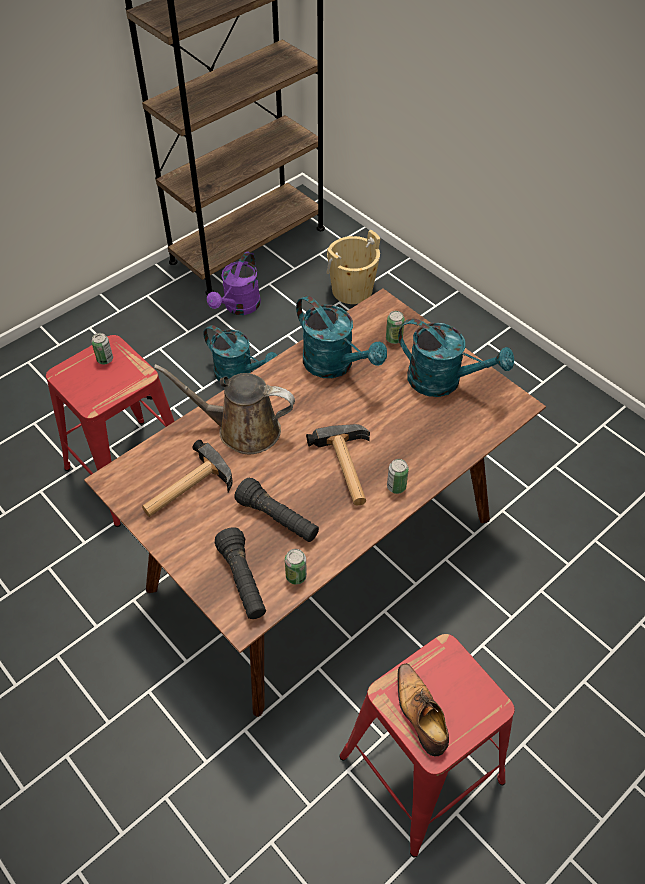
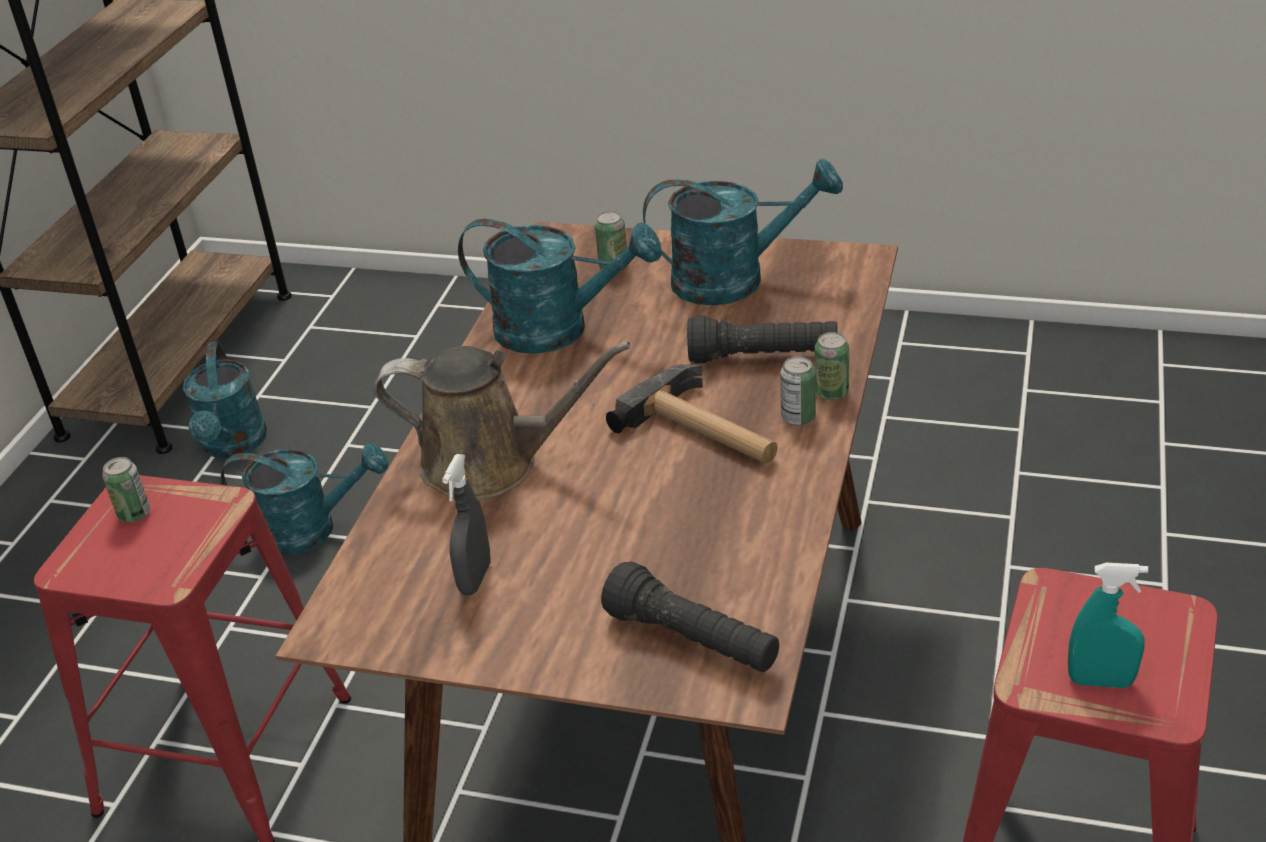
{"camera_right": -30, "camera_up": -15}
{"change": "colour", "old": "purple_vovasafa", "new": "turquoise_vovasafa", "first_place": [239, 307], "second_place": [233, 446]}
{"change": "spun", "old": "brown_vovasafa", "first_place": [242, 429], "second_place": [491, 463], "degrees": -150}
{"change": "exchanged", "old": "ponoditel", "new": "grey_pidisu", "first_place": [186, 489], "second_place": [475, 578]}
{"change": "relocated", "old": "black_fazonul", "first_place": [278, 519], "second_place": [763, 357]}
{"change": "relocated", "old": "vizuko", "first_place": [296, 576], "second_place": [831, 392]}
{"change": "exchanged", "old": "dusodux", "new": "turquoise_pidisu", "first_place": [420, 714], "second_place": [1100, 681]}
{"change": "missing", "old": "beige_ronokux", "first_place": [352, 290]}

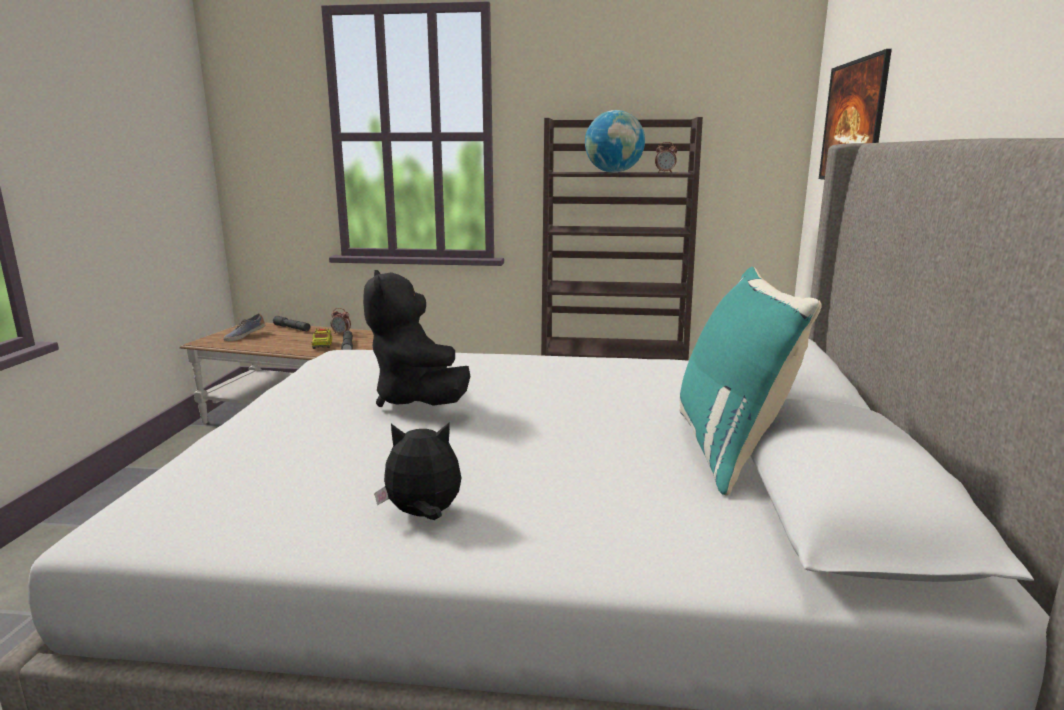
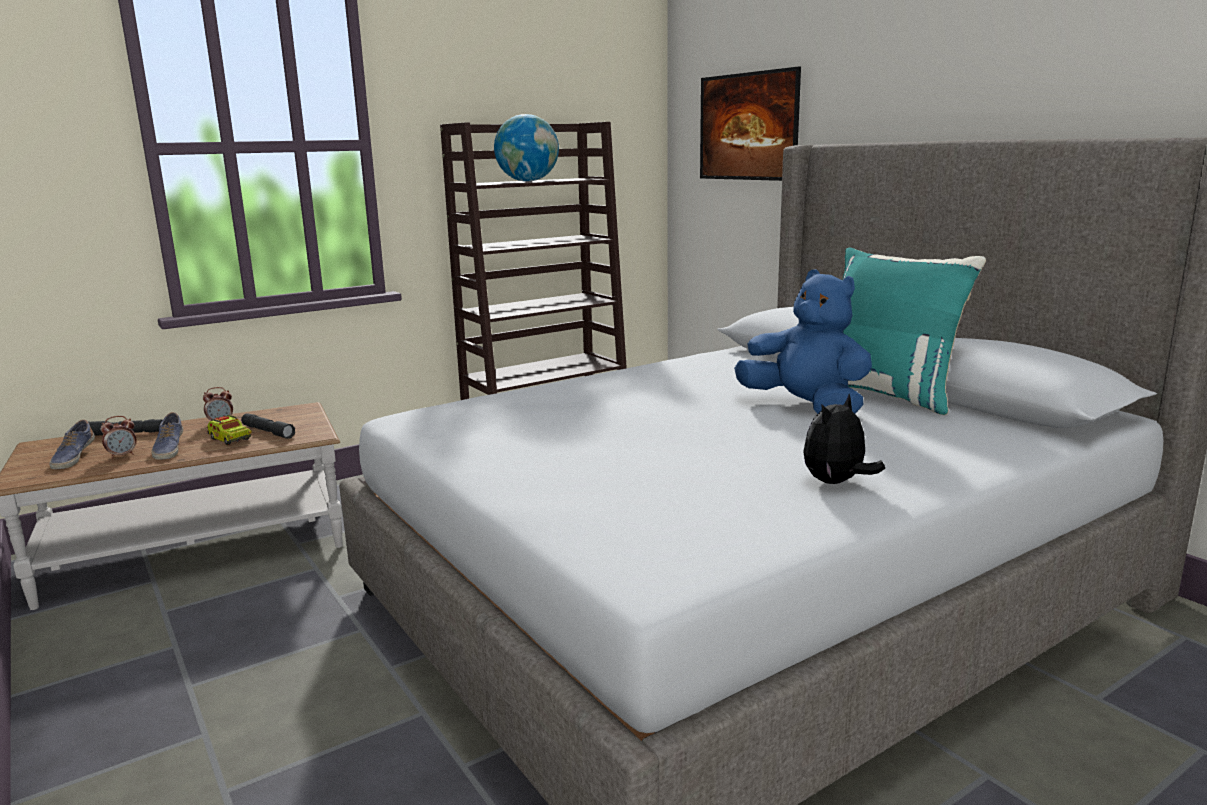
{"camera_right": -40, "camera_up": 0}
{"change": "relocated", "old": "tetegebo", "first_place": [665, 172], "second_place": [122, 455]}
{"change": "appeared", "new": "dusodux", "second_place": [169, 449]}
{"change": "appeared", "new": "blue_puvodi", "second_place": [806, 408]}
{"change": "missing", "old": "black_puvodi", "first_place": [418, 401]}

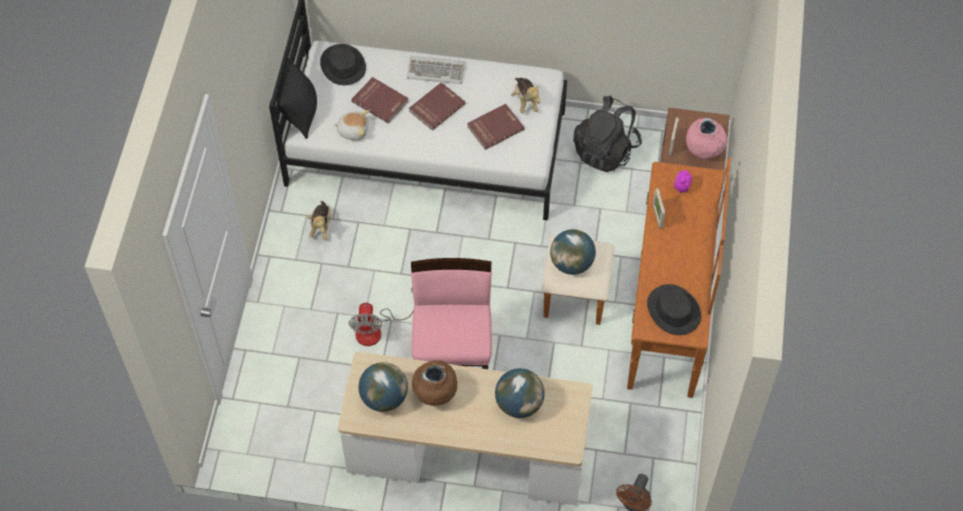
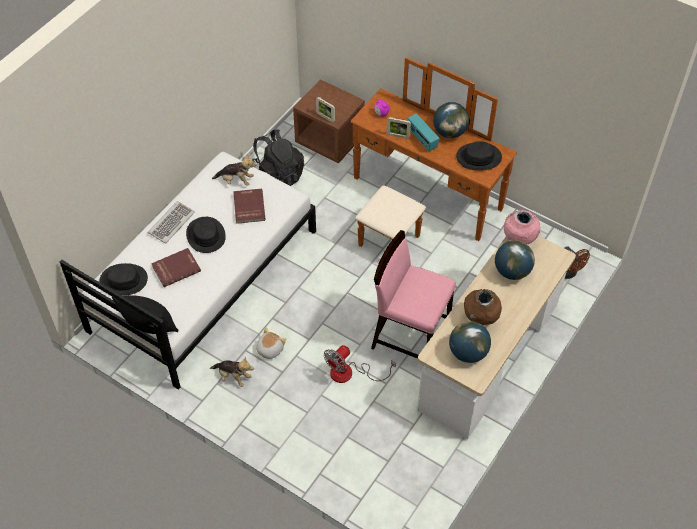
{"camera_right": -65, "camera_up": -5}
{"change": "exchanged", "old": "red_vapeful", "new": "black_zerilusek", "first_place": [436, 107], "second_place": [205, 235]}
{"change": "relocated", "old": "puvodi", "first_place": [353, 130], "second_place": [269, 349]}
{"change": "spun", "old": "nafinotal", "first_place": [376, 329], "second_place": [350, 373], "degrees": 105}
{"change": "appeared", "new": "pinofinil", "second_place": [422, 139]}
{"change": "relocated", "old": "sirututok", "first_place": [571, 263], "second_place": [449, 132]}
{"change": "relocated", "old": "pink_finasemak", "first_place": [703, 152], "second_place": [519, 240]}

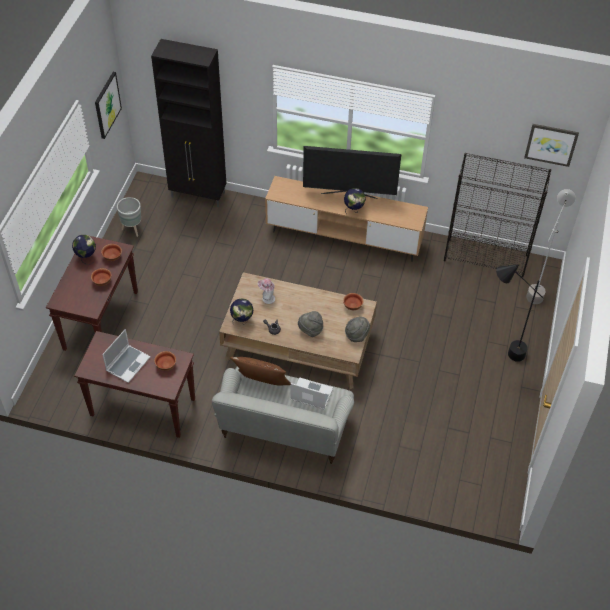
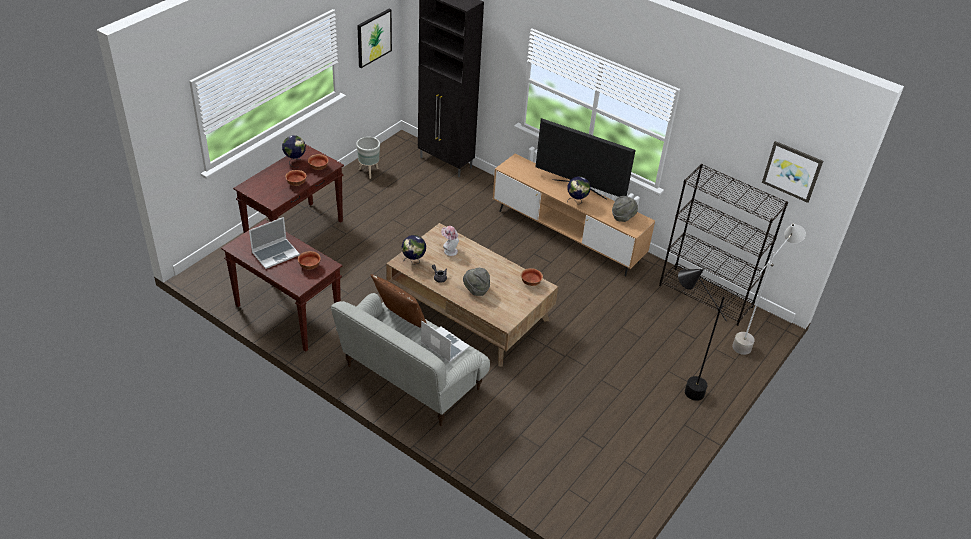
{"camera_right": 20, "camera_up": -10}
{"change": "relocated", "old": "grey_zerilusek", "first_place": [356, 335], "second_place": [623, 217]}

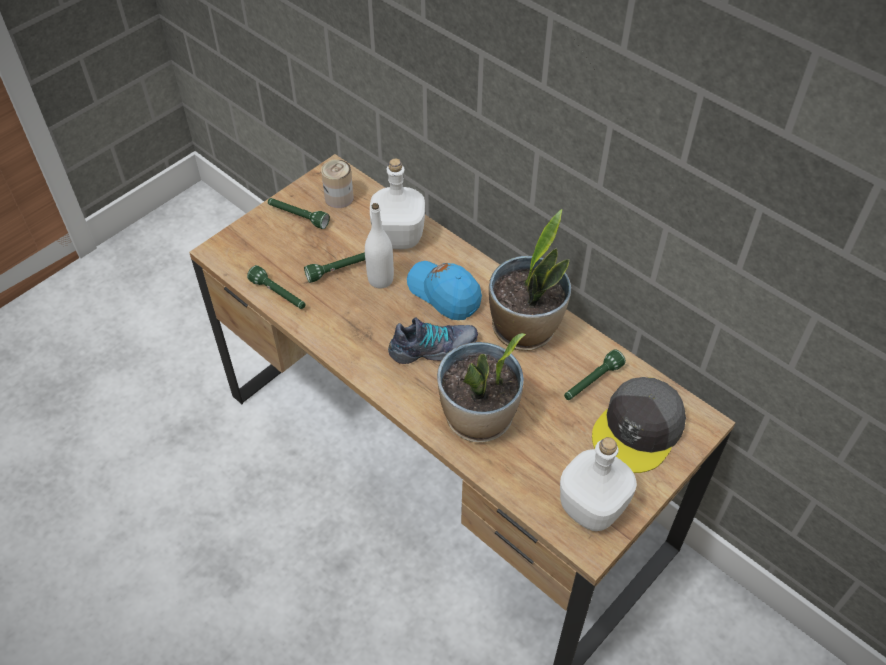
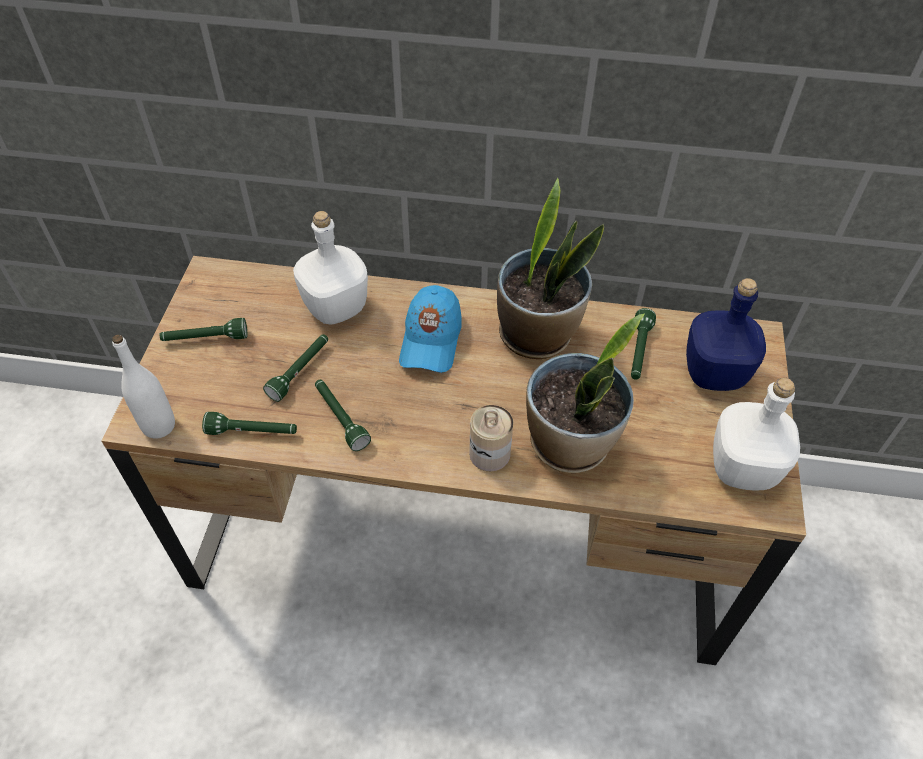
{"camera_right": -35, "camera_up": 0}
{"change": "relocated", "old": "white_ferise", "first_place": [380, 279], "second_place": [159, 426]}
{"change": "appeared", "new": "green_fazonul", "second_place": [340, 418]}
{"change": "spun", "old": "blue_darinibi", "first_place": [444, 294], "second_place": [431, 340], "degrees": -90}
{"change": "relocated", "old": "vizuko", "first_place": [339, 198], "second_place": [489, 453]}
{"change": "exchanged", "old": "grey_darinibi", "new": "blue_ferise", "first_place": [638, 430], "second_place": [715, 373]}
{"change": "missing", "old": "dusodux", "first_place": [433, 349]}

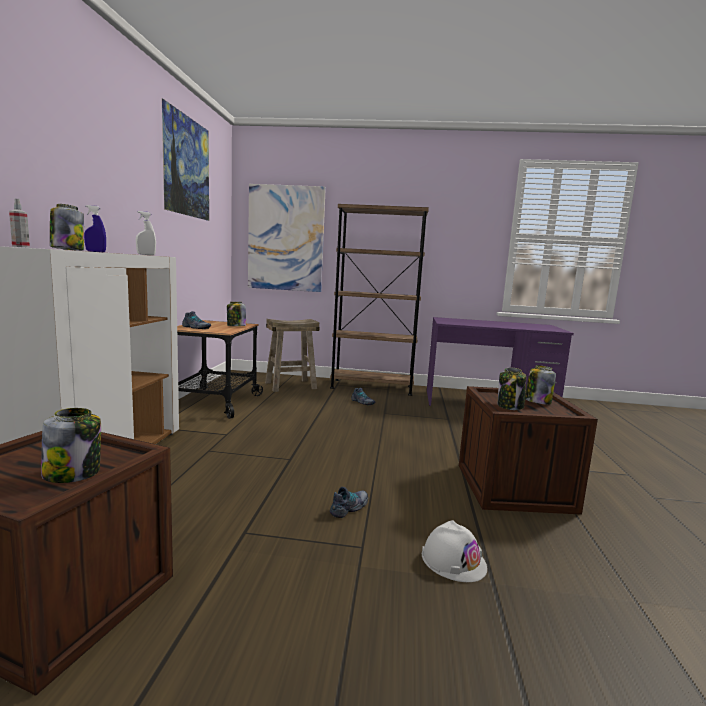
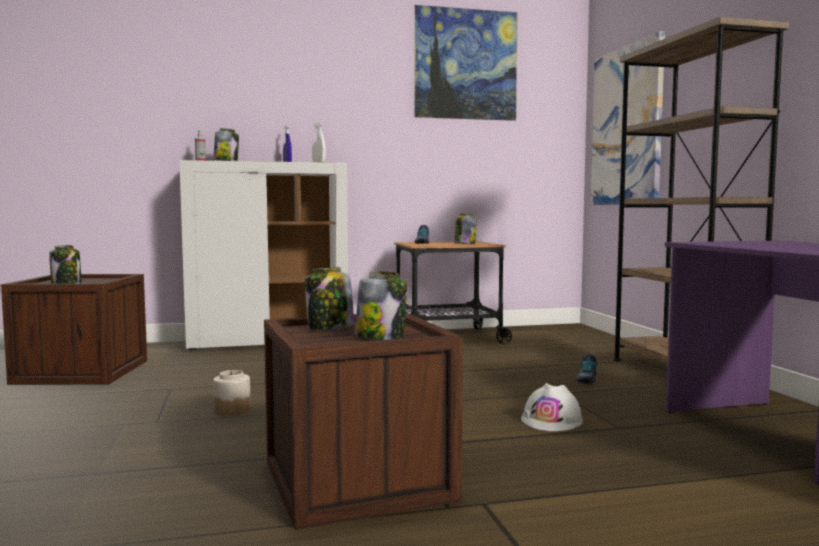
{"camera_right": 70, "camera_up": -5}
{"change": "exchanged", "old": "dusodux", "new": "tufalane", "first_place": [350, 508], "second_place": [232, 410]}
{"change": "relocated", "old": "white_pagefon", "first_place": [453, 560], "second_place": [552, 420]}
{"change": "missing", "old": "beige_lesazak", "first_place": [290, 386]}

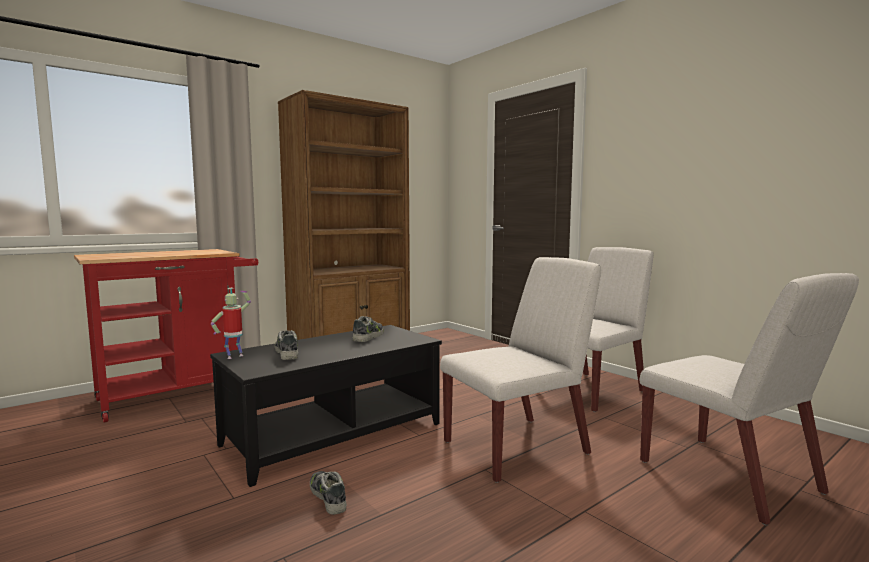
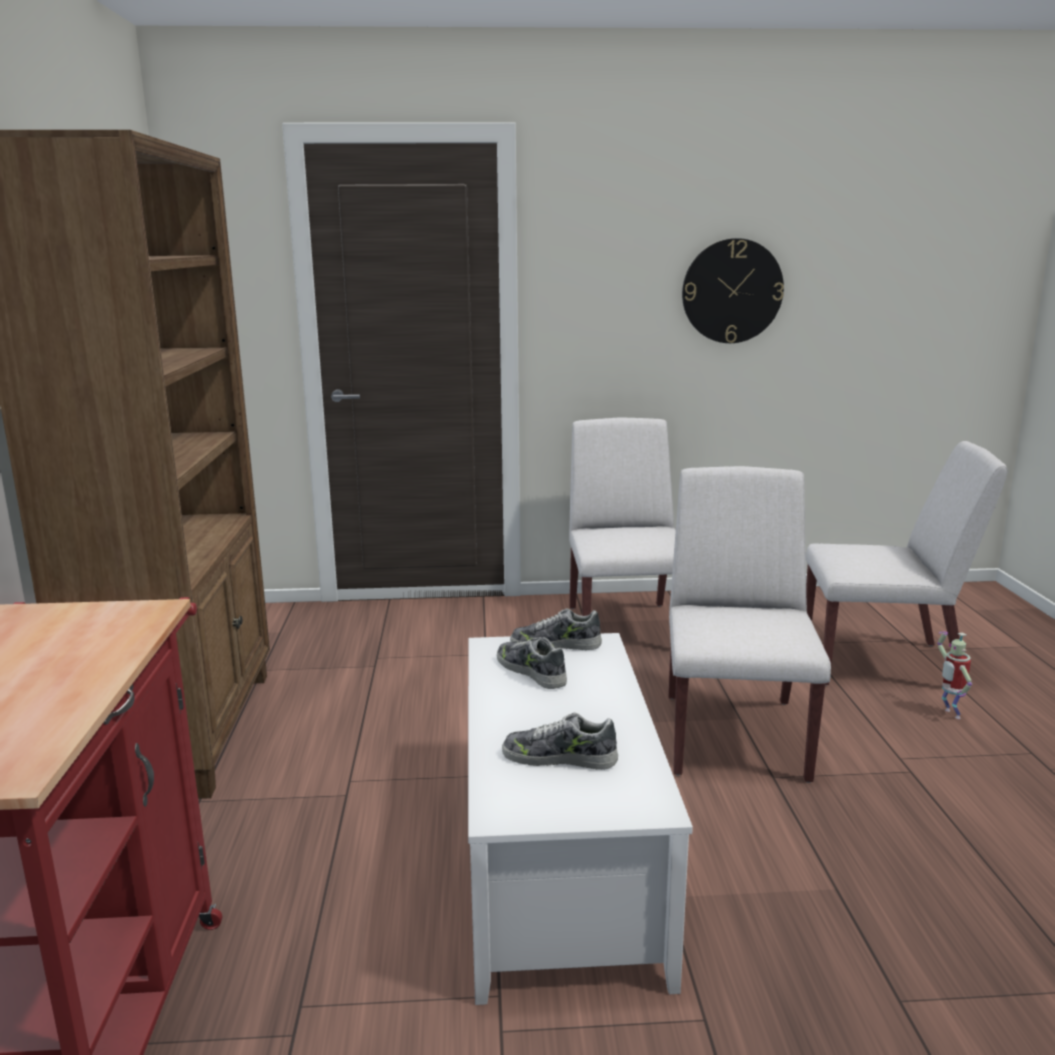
{"camera_right": -55, "camera_up": 10}
{"change": "colour", "old": "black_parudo", "new": "white_parudo", "first_place": [334, 435], "second_place": [561, 858]}
{"change": "relocated", "old": "dusodux", "first_place": [328, 497], "second_place": [555, 645]}
{"change": "appeared", "new": "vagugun", "second_place": [732, 291]}
{"change": "relocated", "old": "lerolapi", "first_place": [234, 356], "second_place": [949, 714]}

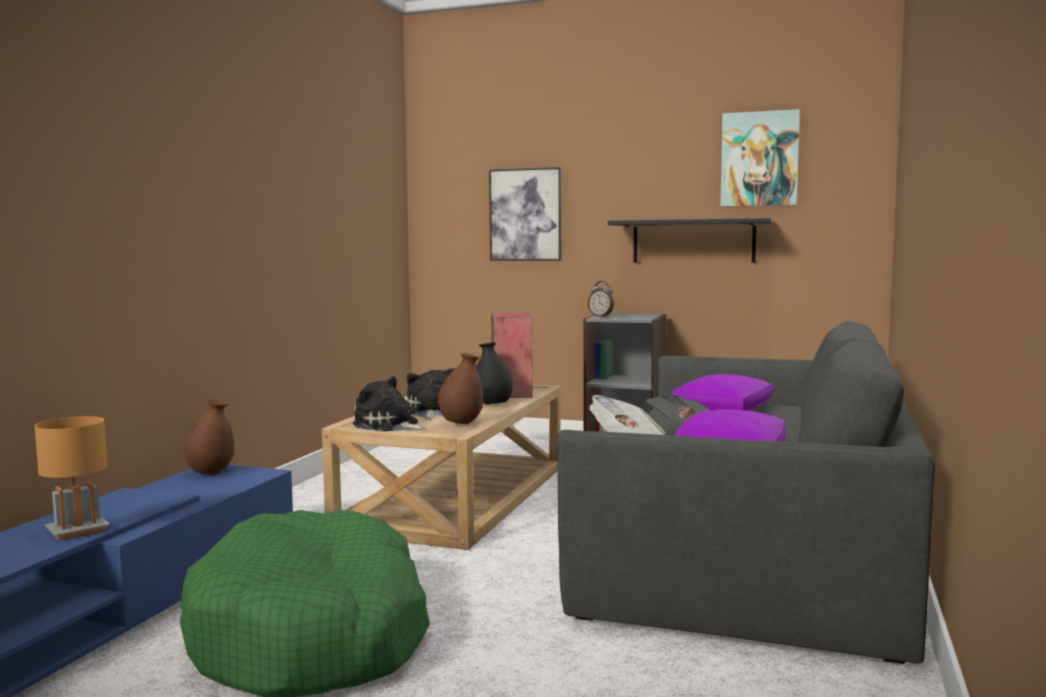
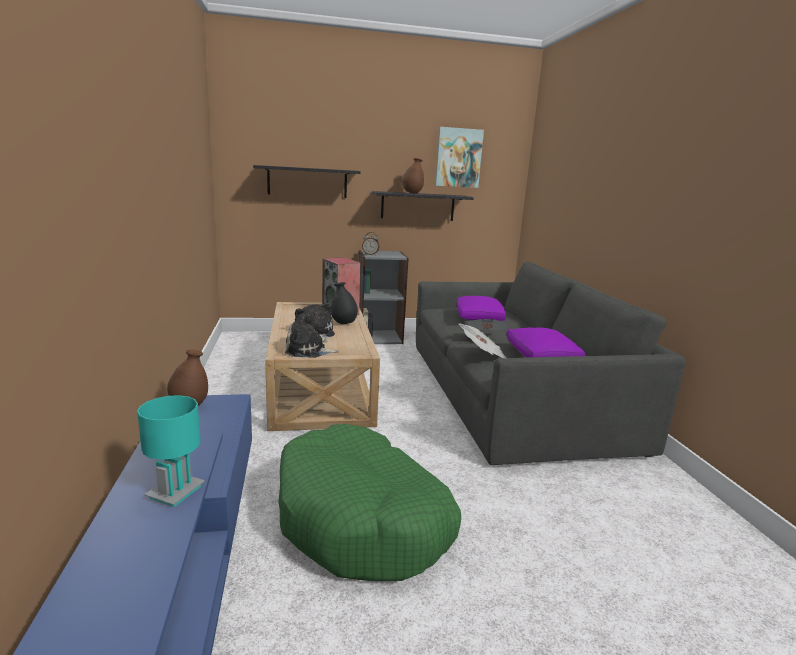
{"camera_right": -30, "camera_up": 10}
{"change": "colour", "old": "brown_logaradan", "new": "turquoise_logaradan", "first_place": [78, 531], "second_place": [176, 492]}
{"change": "exchanged", "old": "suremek", "new": "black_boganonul", "first_place": [525, 214], "second_place": [307, 182]}
{"change": "relocated", "old": "brown_finasemak", "first_place": [461, 423], "second_place": [412, 193]}

